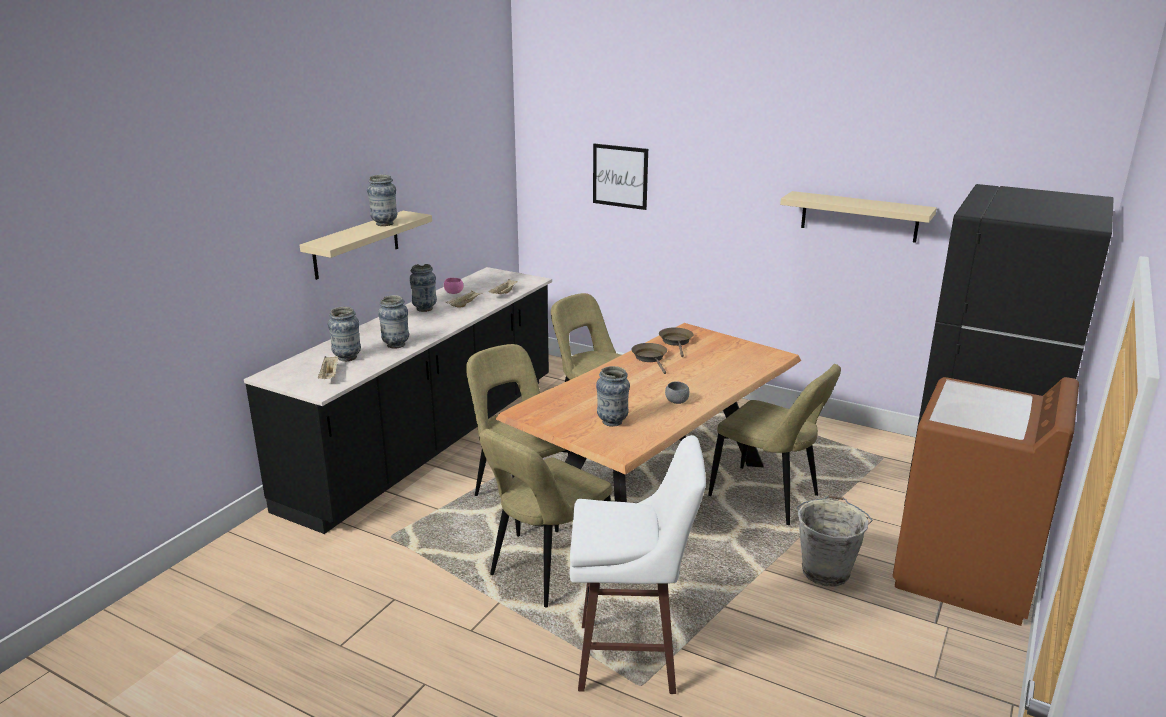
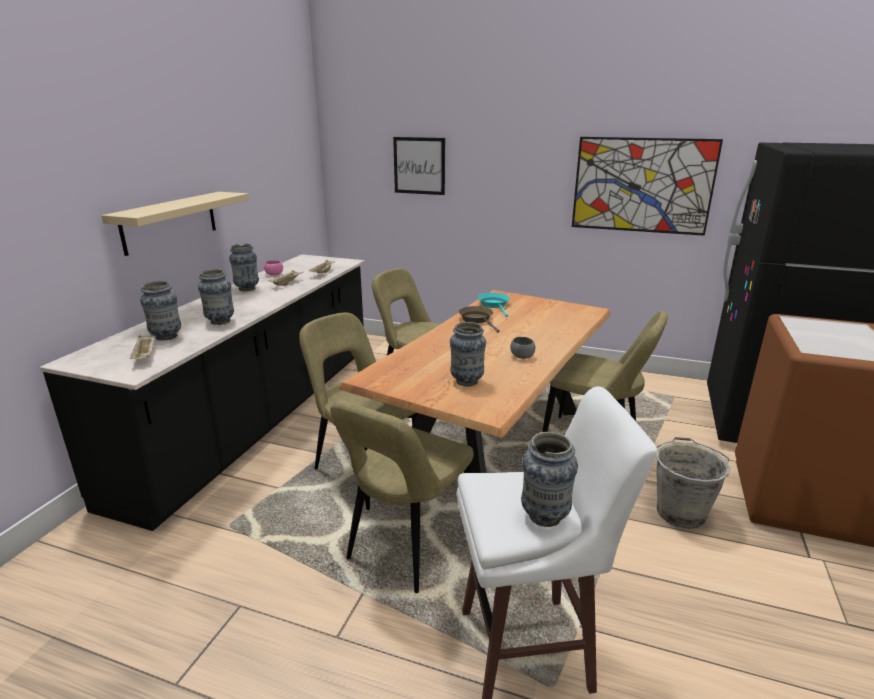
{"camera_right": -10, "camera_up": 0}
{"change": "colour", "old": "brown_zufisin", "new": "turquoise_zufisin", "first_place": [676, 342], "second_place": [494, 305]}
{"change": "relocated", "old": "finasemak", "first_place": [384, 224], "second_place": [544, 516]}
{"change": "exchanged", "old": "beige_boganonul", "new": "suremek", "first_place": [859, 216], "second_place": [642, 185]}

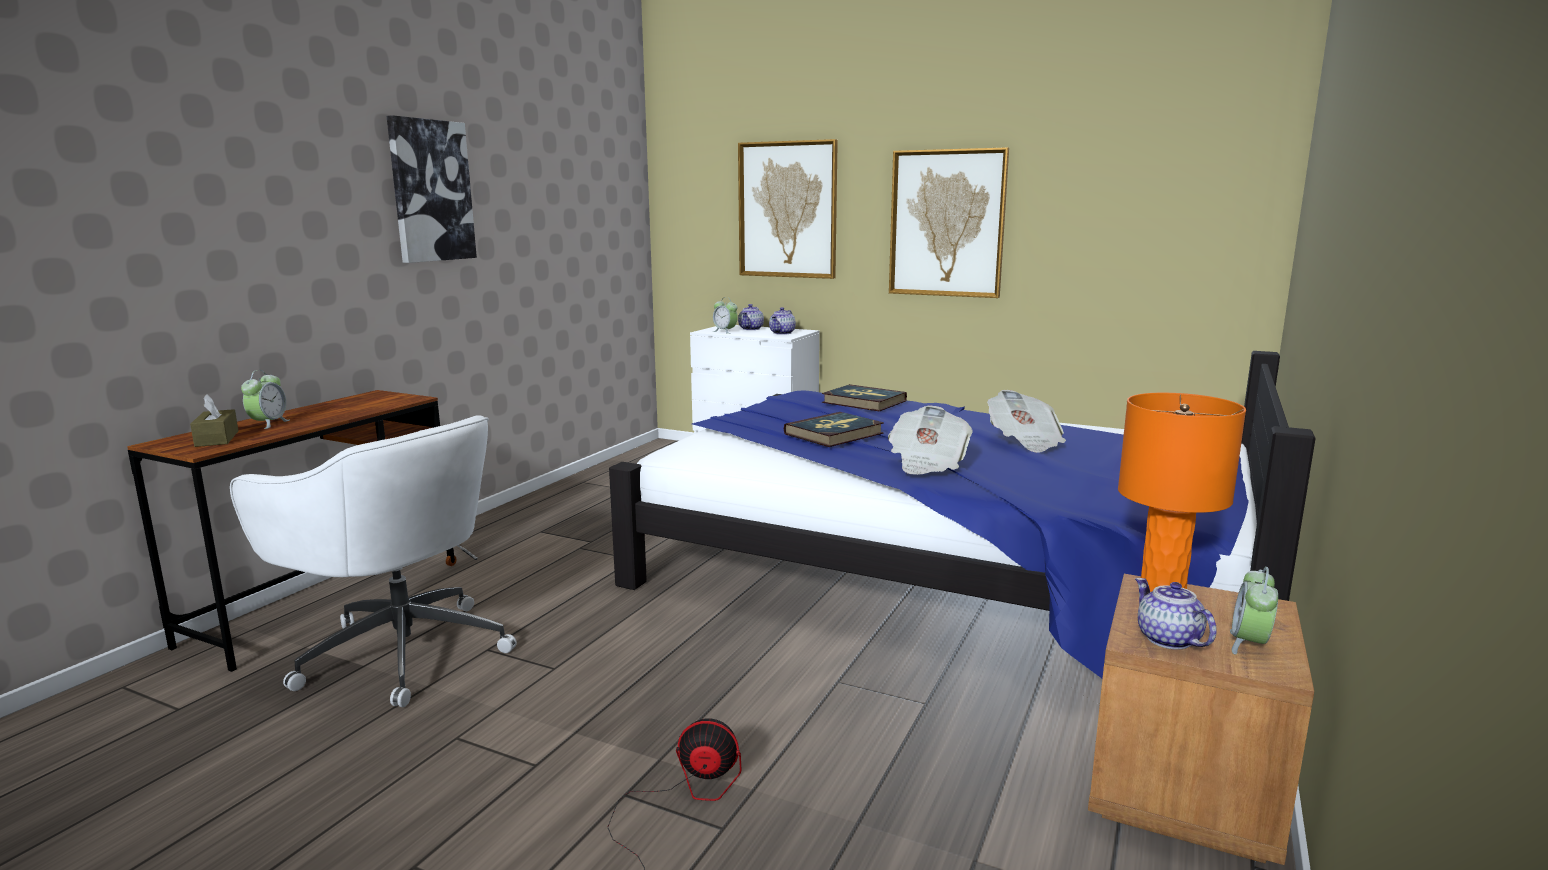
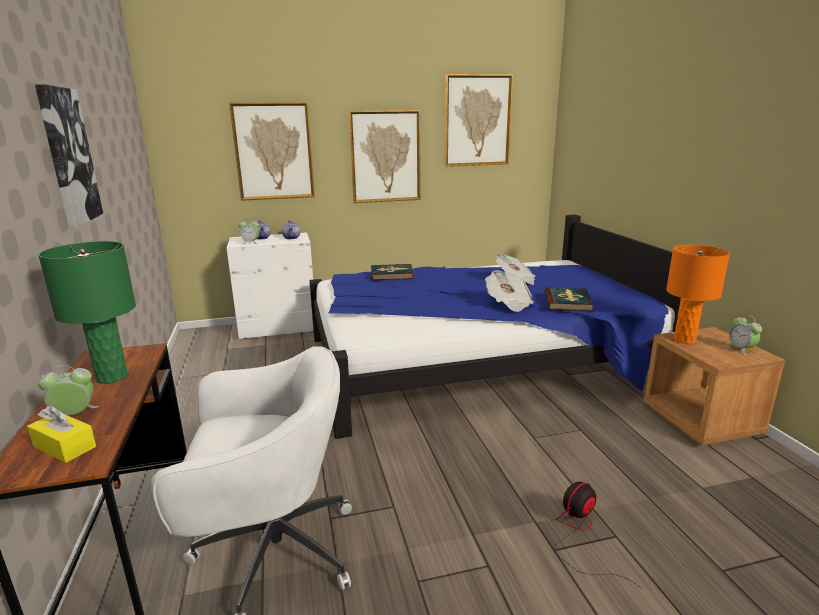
{"camera_right": -40, "camera_up": 5}
{"change": "colour", "old": "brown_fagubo", "new": "yellow_fagubo", "first_place": [217, 439], "second_place": [65, 446]}
{"change": "appeared", "new": "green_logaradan", "second_place": [112, 377]}
{"change": "spun", "old": "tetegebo", "first_place": [268, 424], "second_place": [75, 414], "degrees": -75}
{"change": "appeared", "new": "suremek", "second_place": [477, 121]}
{"change": "relocated", "old": "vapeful", "first_place": [834, 434], "second_place": [568, 302]}
{"change": "missing", "old": "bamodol", "first_place": [1167, 639]}

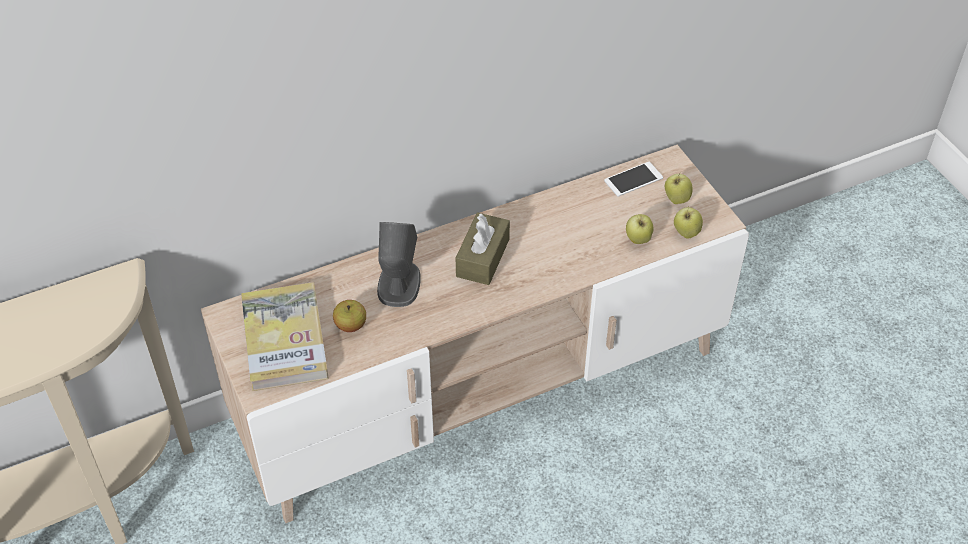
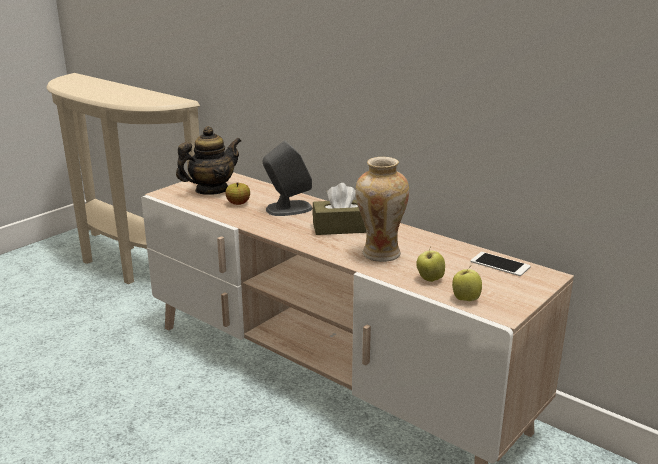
{"camera_right": 65, "camera_up": -25}
{"change": "exchanged", "old": "vapeful", "new": "bamodol", "first_place": [284, 340], "second_place": [211, 190]}
{"change": "appeared", "new": "finasemak", "second_place": [380, 254]}
{"change": "missing", "old": "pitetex", "first_place": [676, 199]}

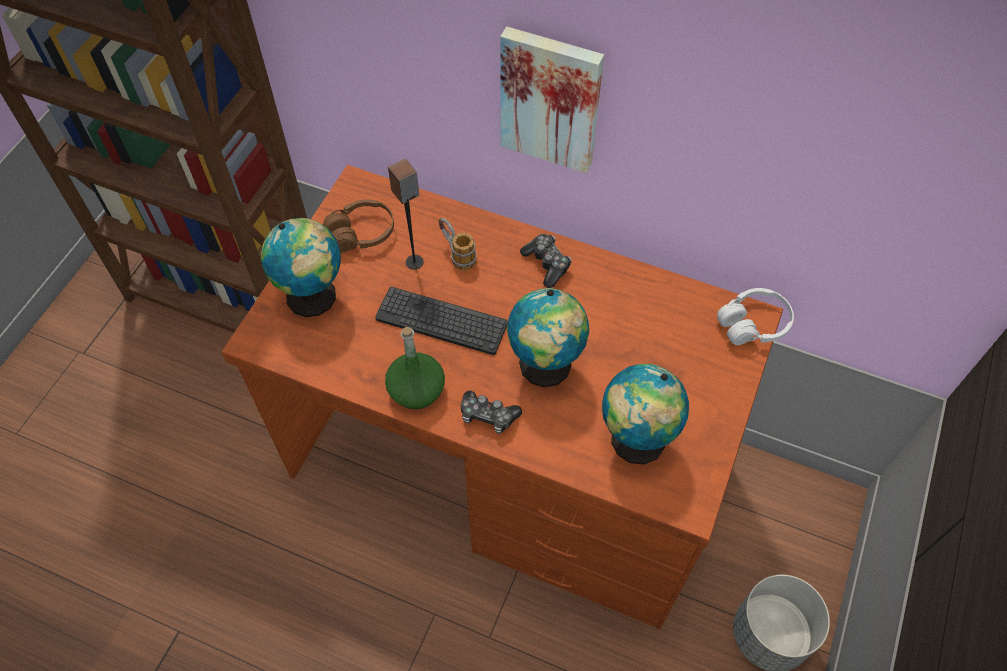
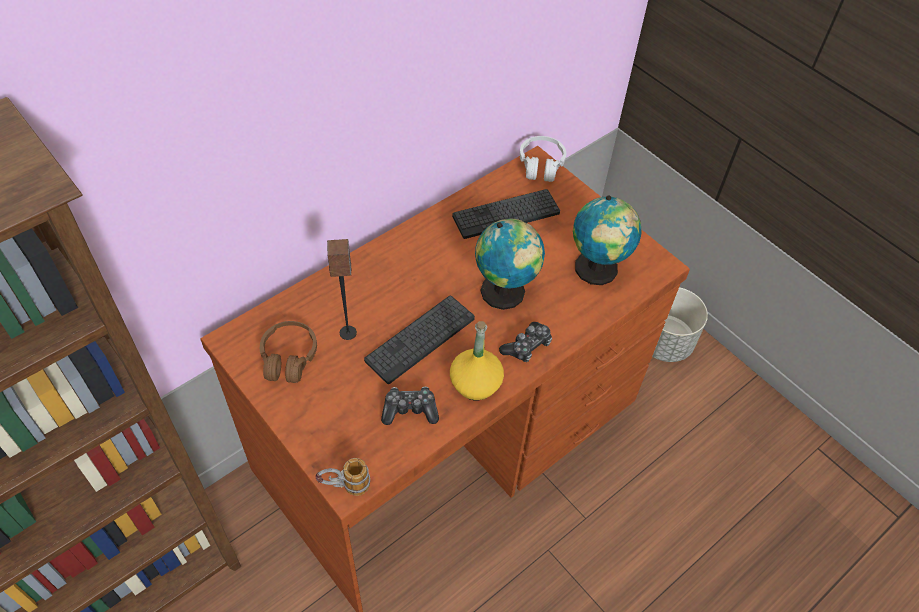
{"camera_right": -65, "camera_up": -5}
{"change": "relocated", "old": "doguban", "first_place": [456, 254], "second_place": [344, 486]}
{"change": "relocated", "old": "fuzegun", "first_place": [547, 264], "second_place": [410, 410]}
{"change": "colour", "old": "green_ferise", "new": "yellow_ferise", "first_place": [416, 390], "second_place": [475, 383]}
{"change": "appeared", "new": "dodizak", "second_place": [506, 214]}
{"change": "missing", "old": "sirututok", "first_place": [314, 298]}
{"change": "missing", "old": "suremek", "first_place": [551, 98]}

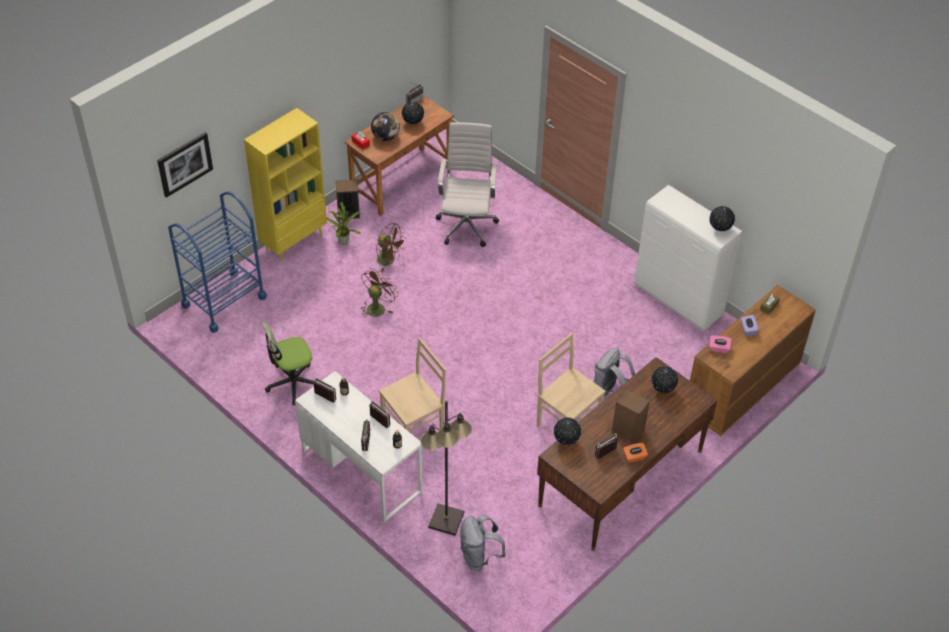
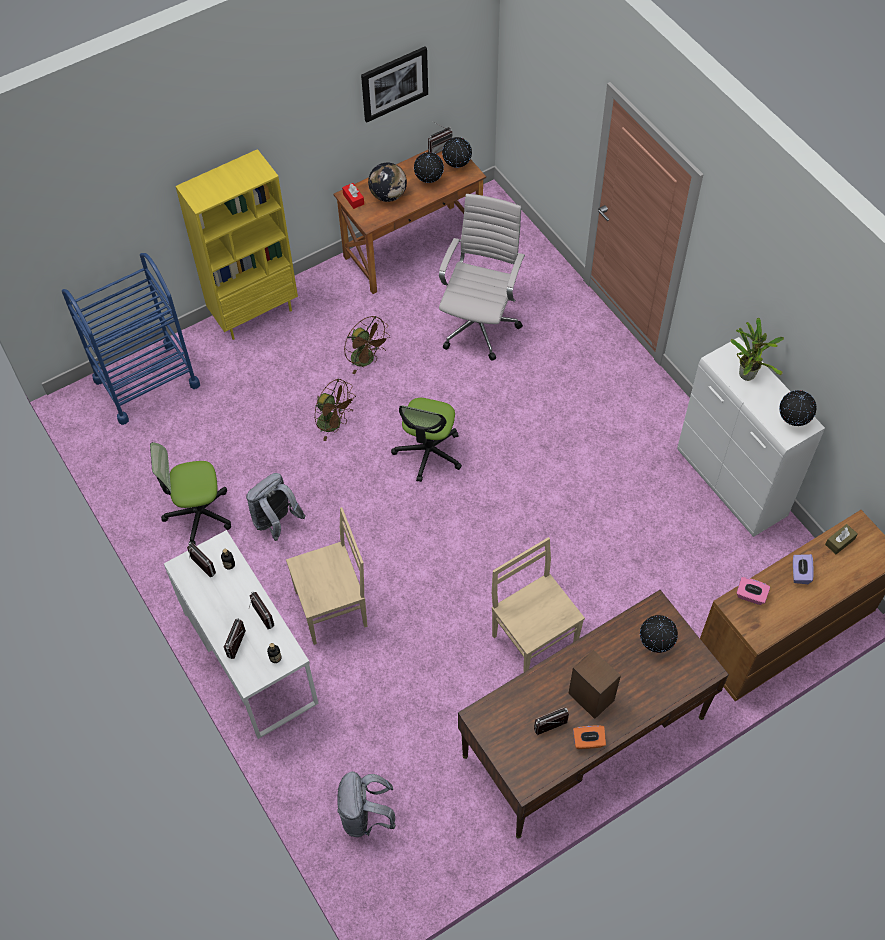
{"camera_right": 15, "camera_up": 10}
{"change": "relocated", "old": "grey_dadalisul", "first_place": [609, 391], "second_place": [276, 522]}
{"change": "spun", "old": "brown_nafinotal", "first_place": [377, 307], "second_place": [334, 424], "degrees": 75}
{"change": "relocated", "old": "suremek", "first_place": [184, 164], "second_place": [394, 83]}
{"change": "appeared", "new": "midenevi", "second_place": [428, 453]}
{"change": "relocated", "old": "sirututok", "first_place": [566, 441], "second_place": [457, 166]}
{"change": "relocated", "old": "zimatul", "first_place": [344, 240], "second_place": [747, 373]}
{"change": "missing", "old": "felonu", "first_place": [348, 213]}
{"change": "missing", "old": "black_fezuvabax", "first_place": [445, 520]}

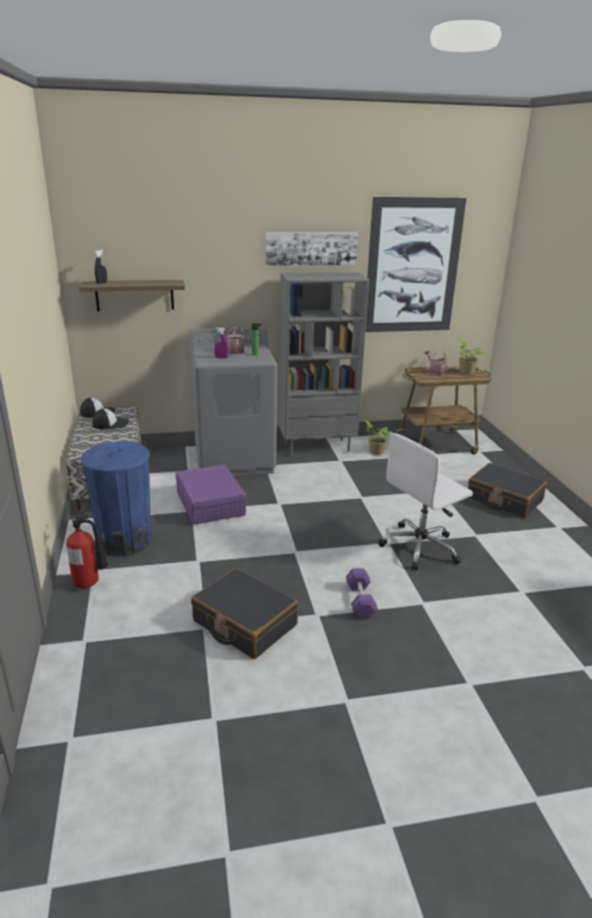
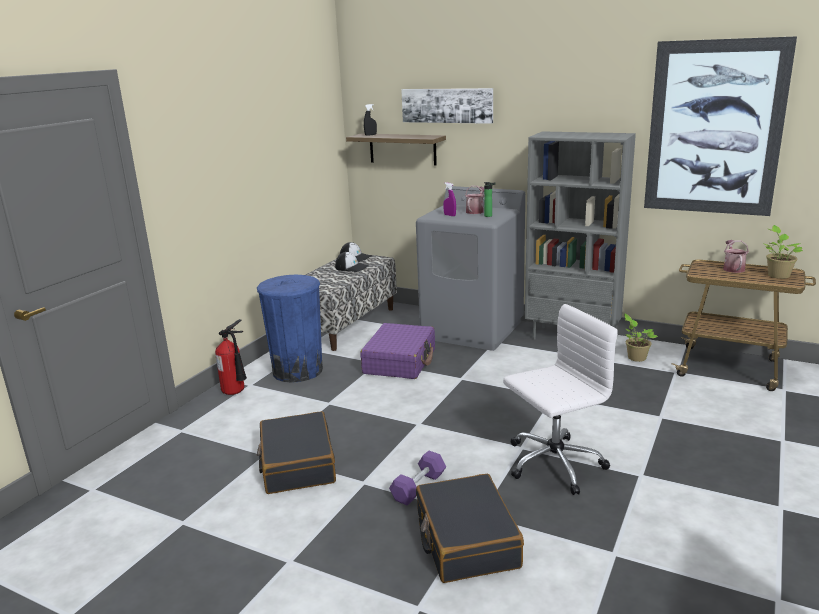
{"camera_right": 40, "camera_up": -5}
{"change": "relocated", "old": "suremek", "first_place": [311, 248], "second_place": [447, 105]}
{"change": "relocated", "old": "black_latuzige", "first_place": [504, 499], "second_place": [466, 540]}
{"change": "spun", "old": "white_midenevi", "first_place": [420, 547], "second_place": [553, 464], "degrees": 150}

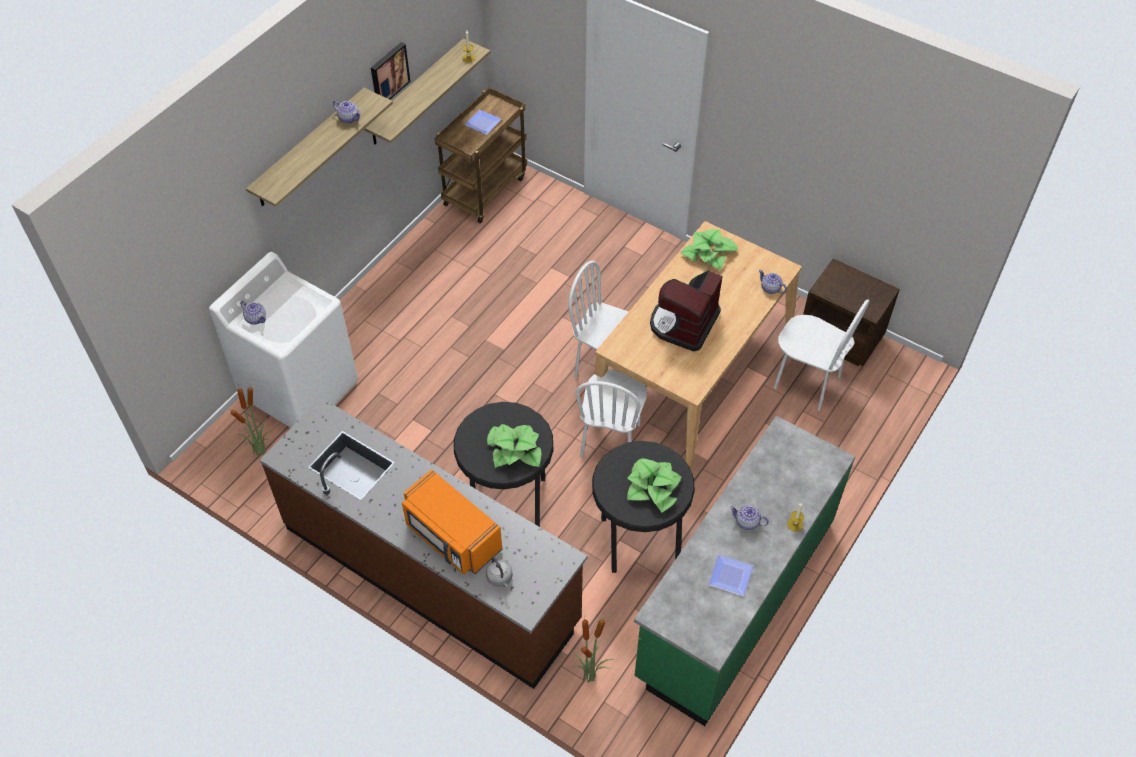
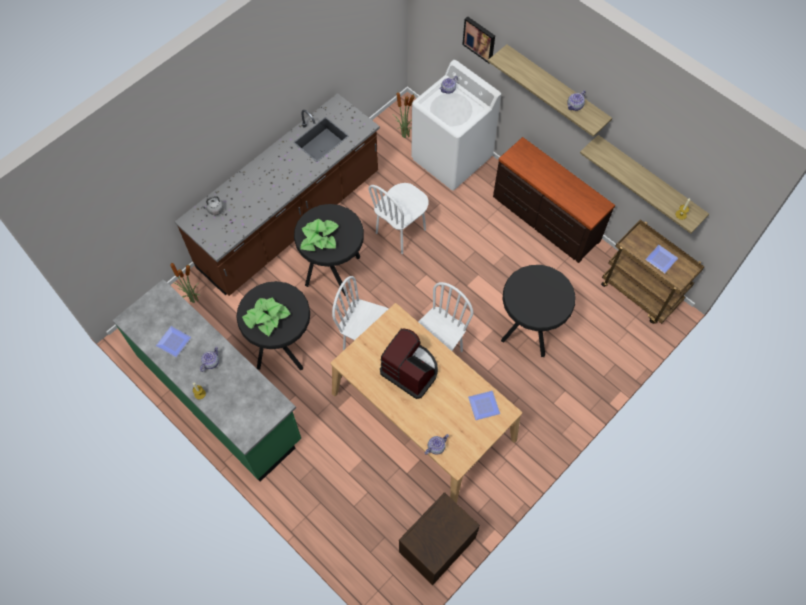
{"camera_right": 100, "camera_up": 10}
{"change": "relocated", "old": "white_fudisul", "first_place": [807, 383], "second_place": [401, 232]}
{"change": "relocated", "old": "suremek", "first_place": [388, 73], "second_place": [480, 39]}
{"change": "exchanged", "old": "zimatul", "new": "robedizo", "first_place": [709, 253], "second_place": [483, 407]}
{"change": "appeared", "new": "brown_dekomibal", "second_place": [545, 219]}
{"change": "appeared", "new": "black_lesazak", "second_place": [529, 330]}
{"change": "missing", "old": "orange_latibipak", "first_place": [452, 537]}

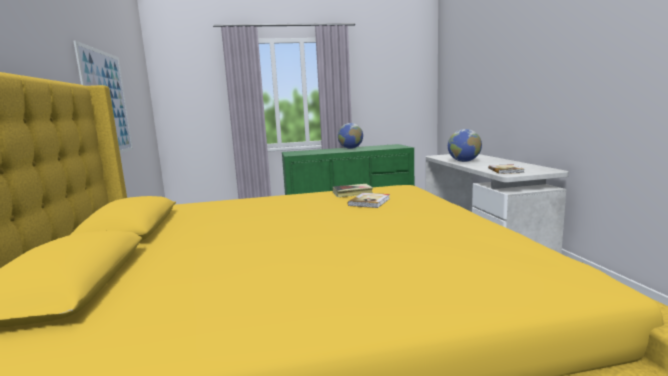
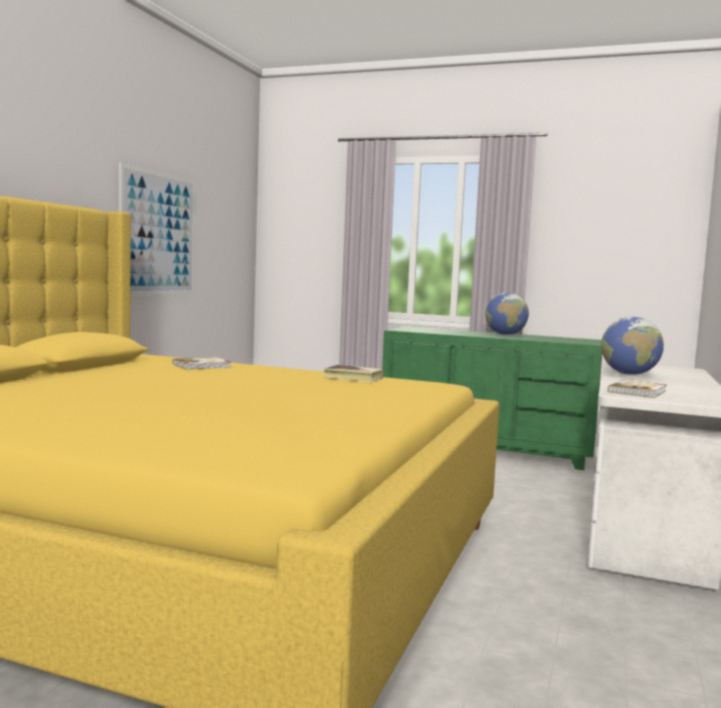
{"camera_right": 30, "camera_up": -5}
{"change": "relocated", "old": "vapeful", "first_place": [370, 202], "second_place": [202, 366]}

